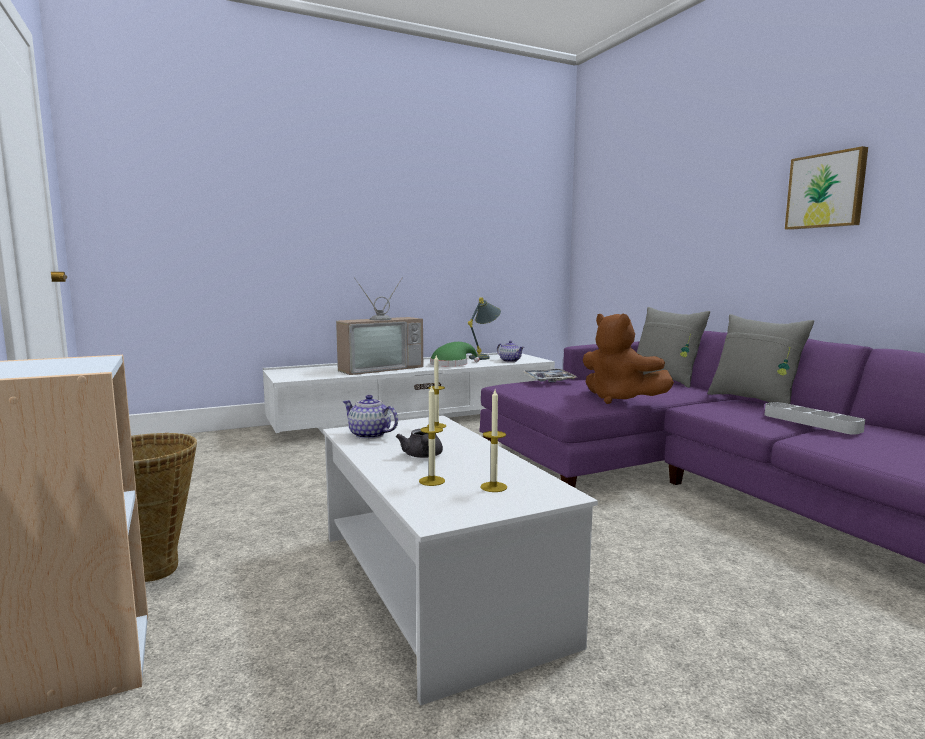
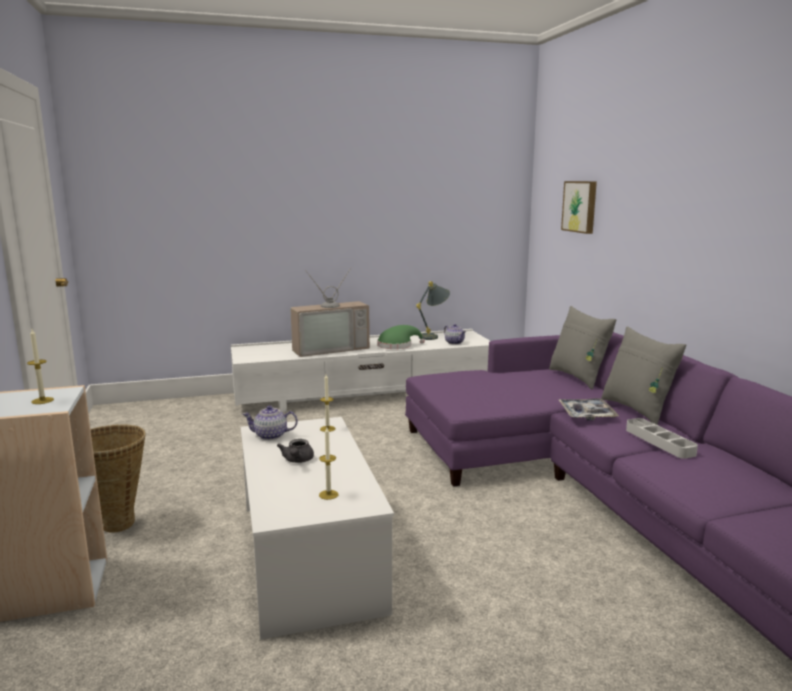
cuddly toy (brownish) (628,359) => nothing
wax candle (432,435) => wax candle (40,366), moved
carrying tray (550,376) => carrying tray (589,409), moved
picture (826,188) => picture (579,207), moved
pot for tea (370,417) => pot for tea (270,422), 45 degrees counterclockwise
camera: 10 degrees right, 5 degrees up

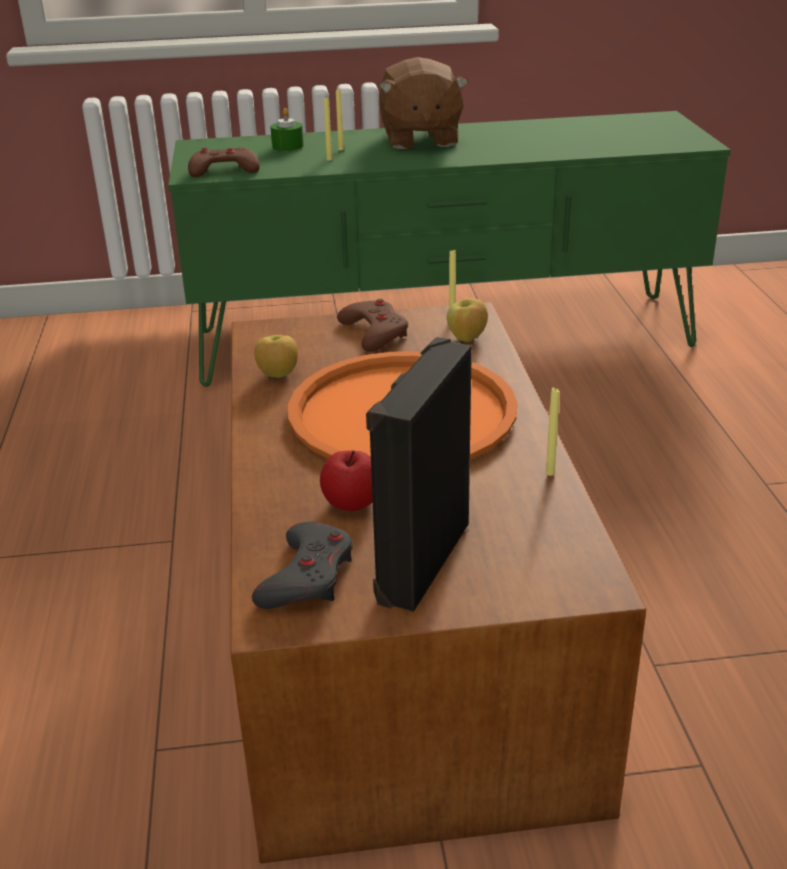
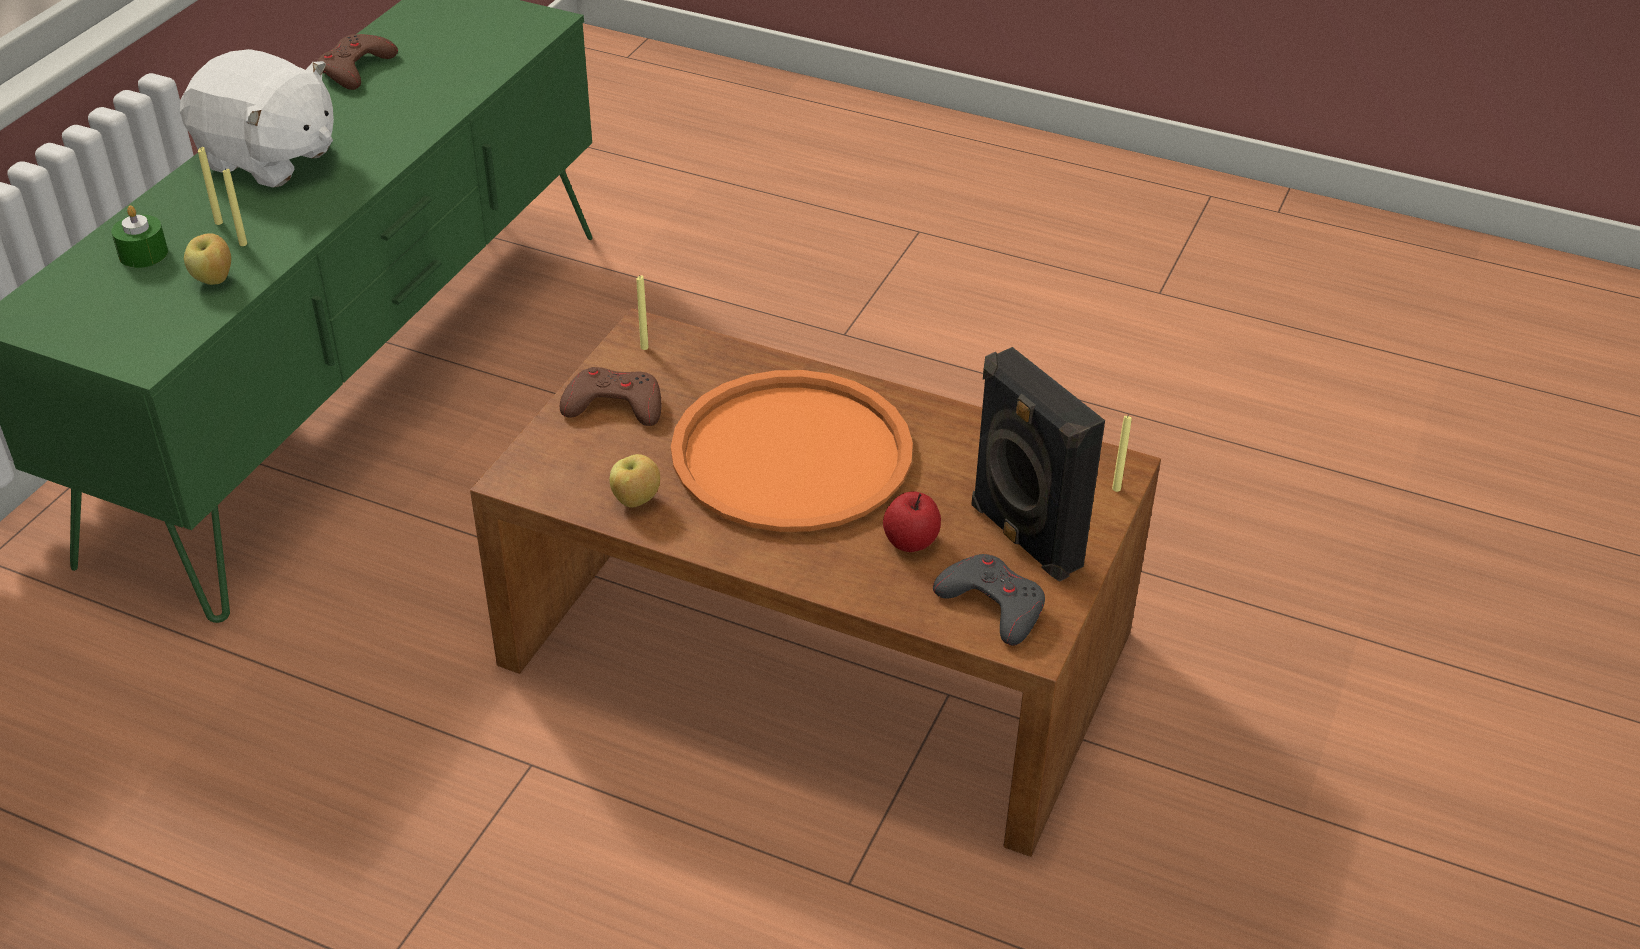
game controller (brownish) (224,162) => game controller (brownish) (358,62), moved
apple fruit (467,320) => apple fruit (207,259), moved
wax candle (yellow-coloured) (552,431) => wax candle (yellow-coloured) (1122,454), moved
cuddly toy (brownish) (424,103) => cuddly toy (whitish) (257,118)
camera: 60 degrees left, 10 degrees up

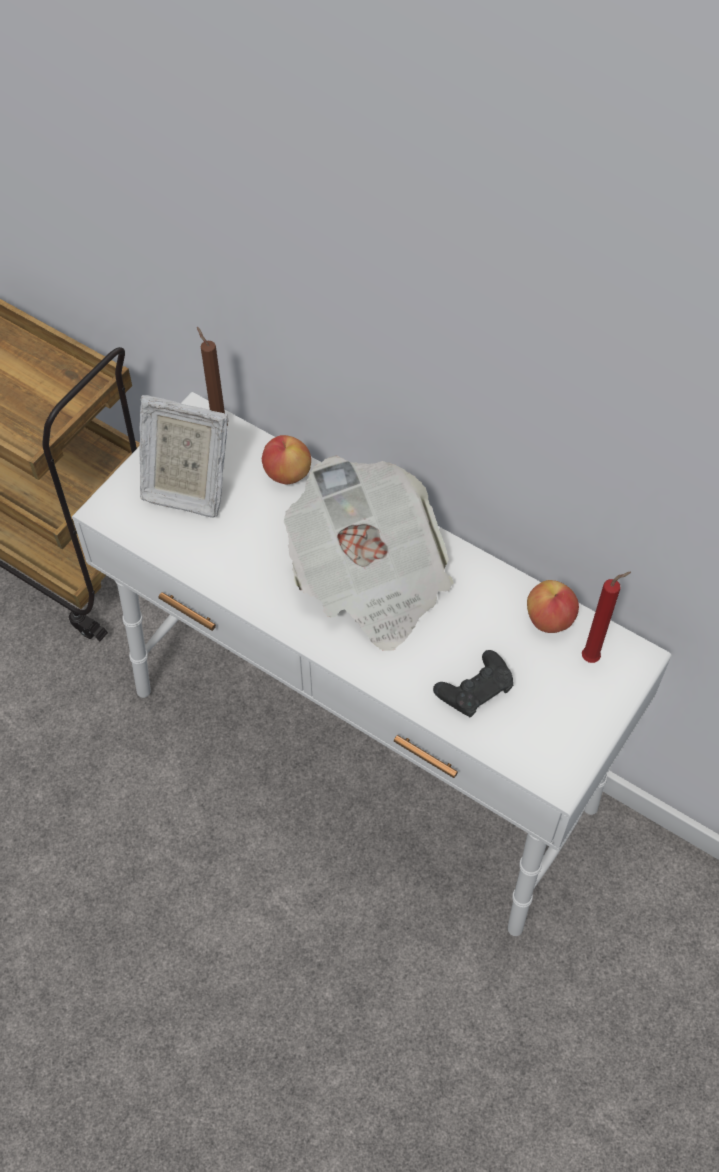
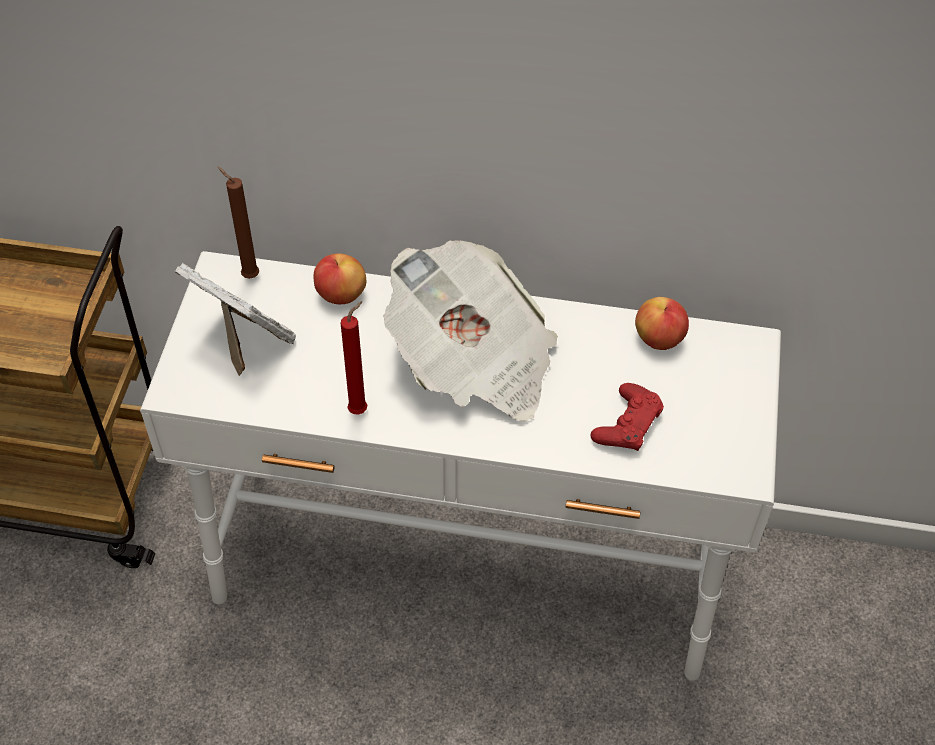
wax candle (red) (606,617) => wax candle (red) (354,358), moved
game controller (blackish) (473,684) => game controller (red) (627,417)
photo frame (184,456) => photo frame (235,319), 135 degrees counterclockwise
camera: 25 degrees left, 5 degrees down

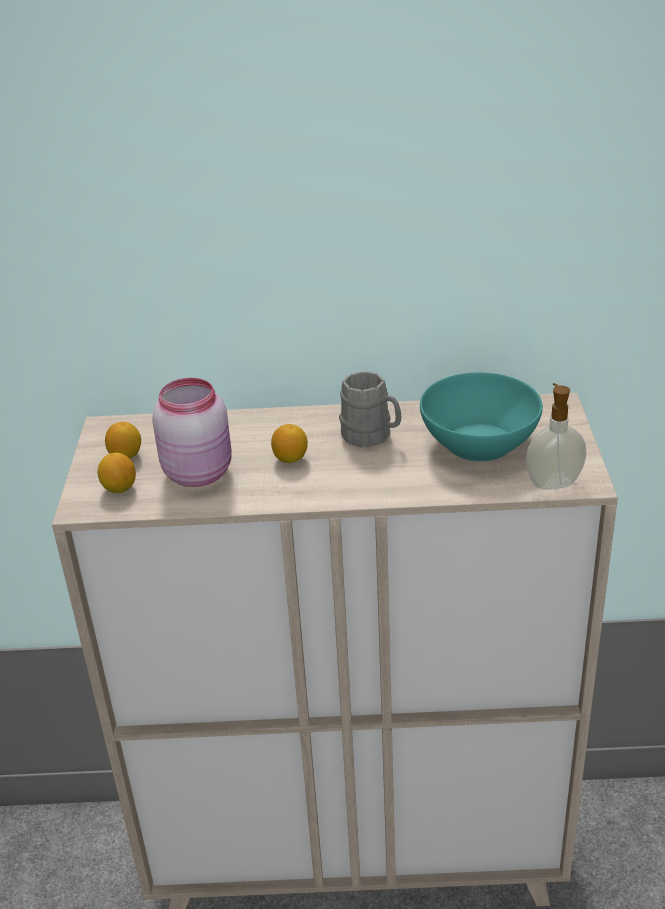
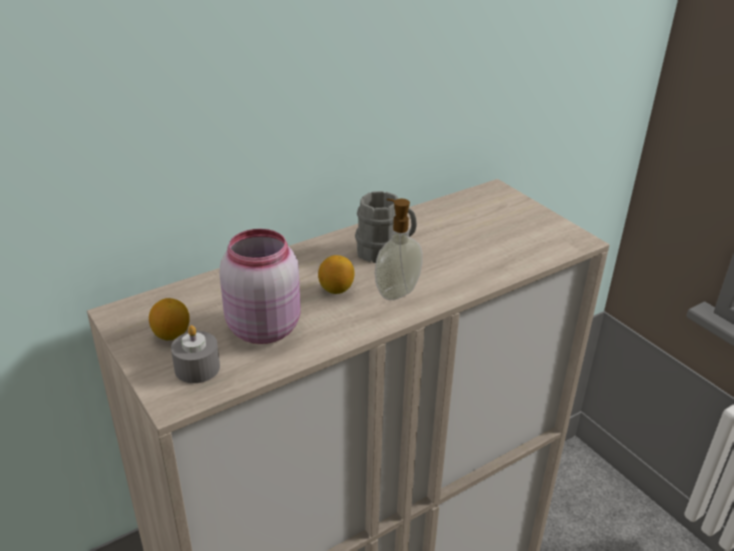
bowl (blue-green) (481,416) => nothing
soap dispenser (556,436) => soap dispenser (399,249), moved
lemon (116,473) => wax candle (grey) (195,354)
camera: 35 degrees left, 0 degrees up

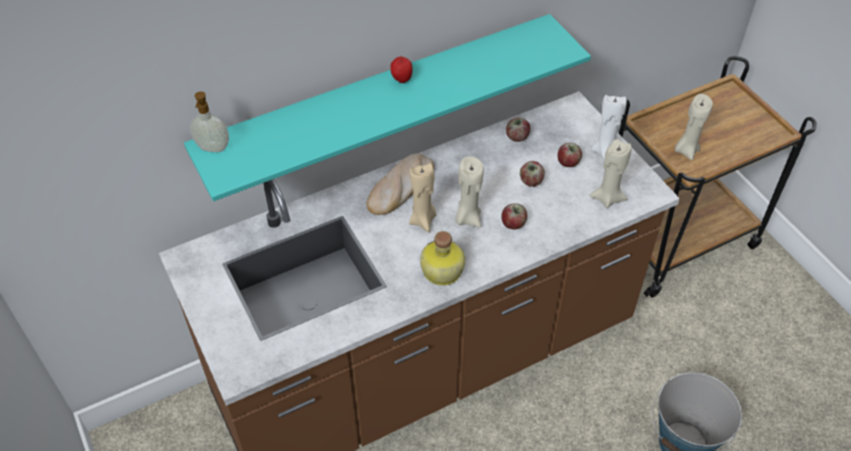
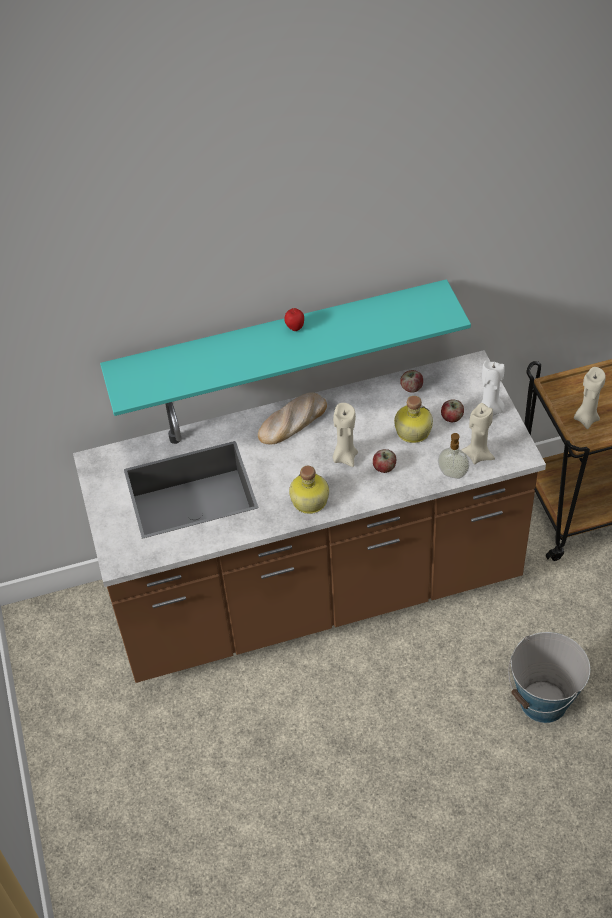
wax candle (beige-coloured) (423,198) => nothing
soap dispenser (209,122) => soap dispenser (453,456), moved
apple fruit (532,174) => bottle (413,419)
camera: 15 degrees right, 0 degrees up

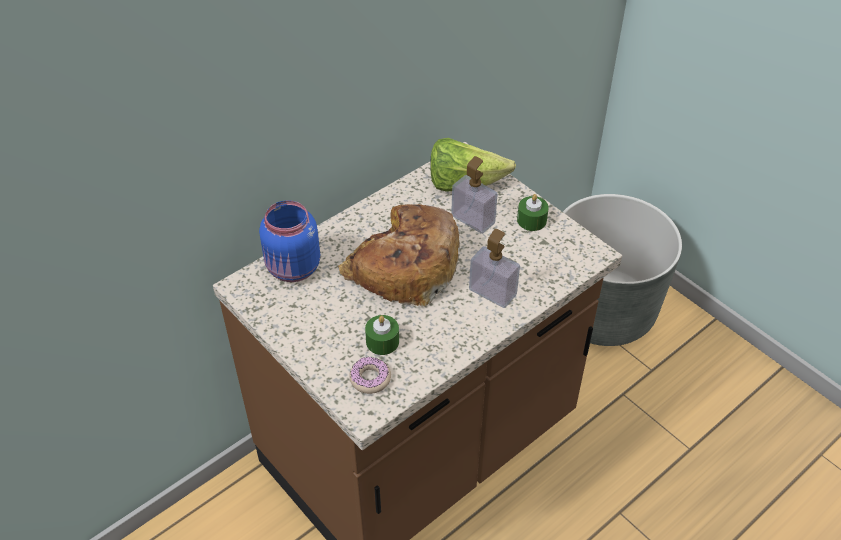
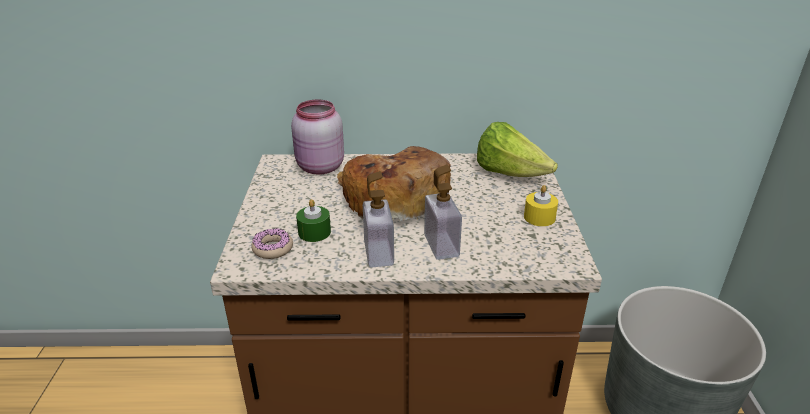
soap dispenser (474,195) => soap dispenser (378,219), moved
storage jar (blue) (289,241) => storage jar (pink) (317,137)
wax candle (green) (533,212) => wax candle (yellow-coloured) (541,205)
camera: 40 degrees right, 15 degrees down

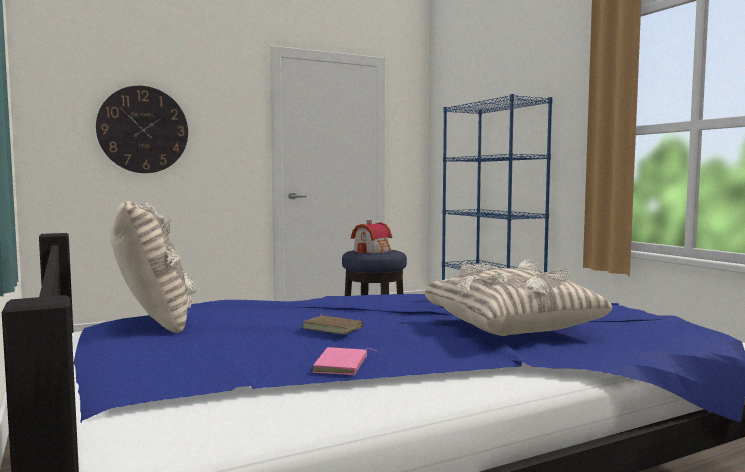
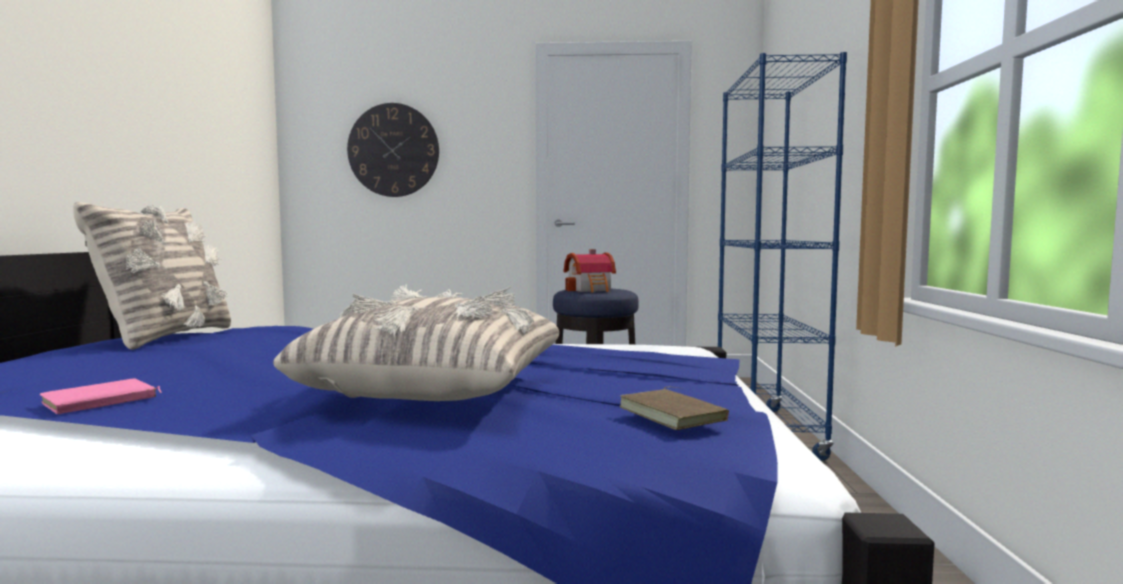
volume (brownish) (332,324) => volume (brownish) (674,408), moved
camera: 30 degrees right, 0 degrees up

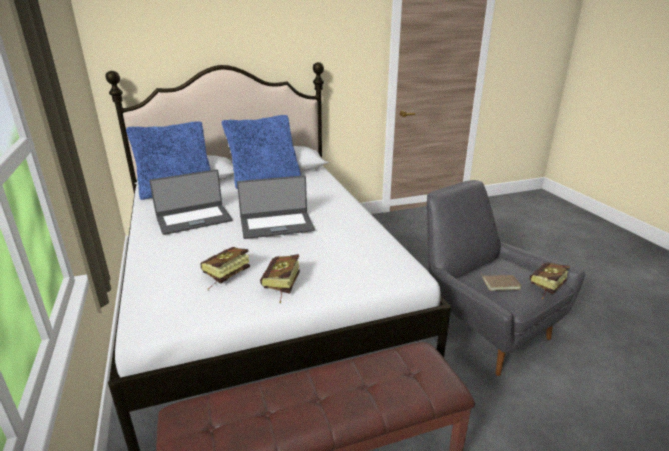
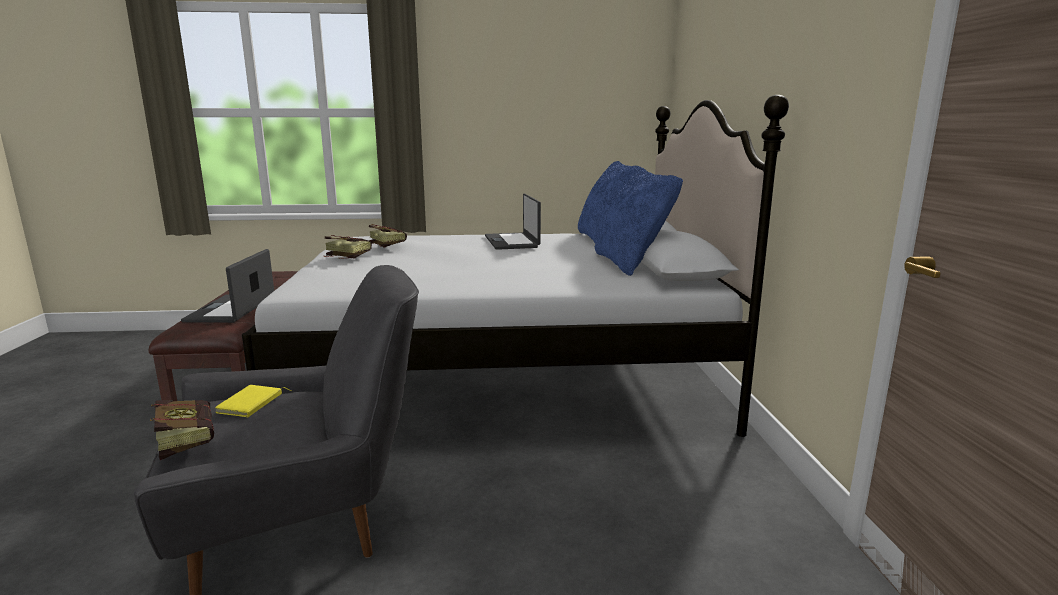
laptop (276,207) => laptop (227,286), moved
volume (brownish) (501,281) => volume (yellow-coloured) (253,401)
camera: 105 degrees right, 10 degrees down

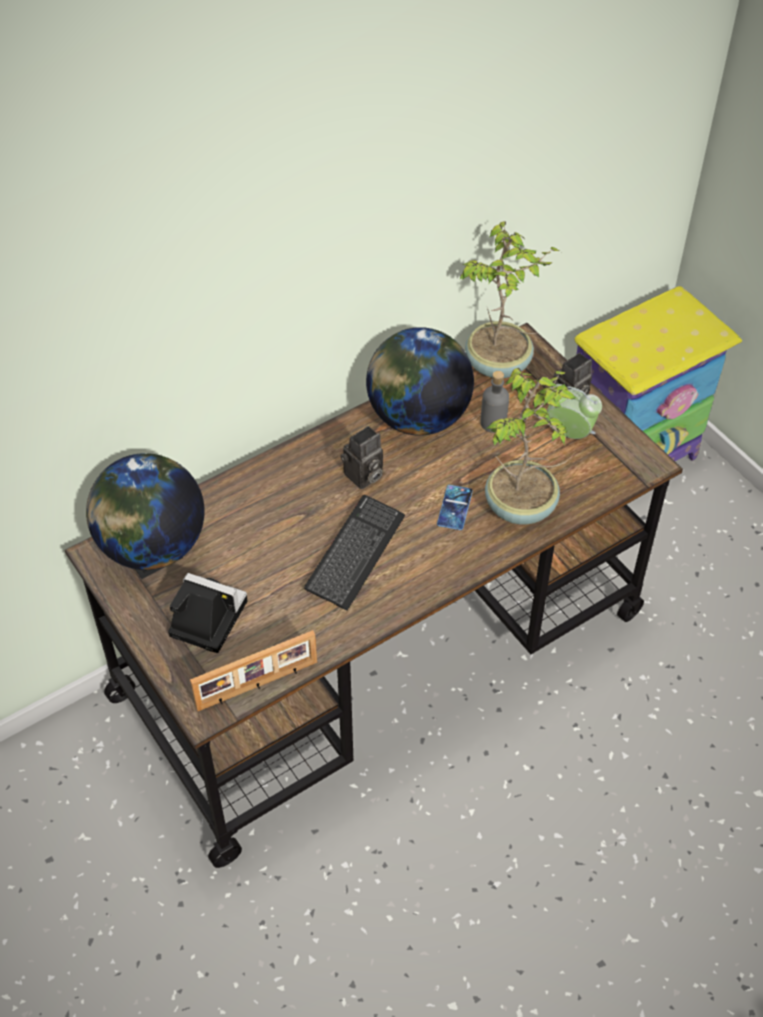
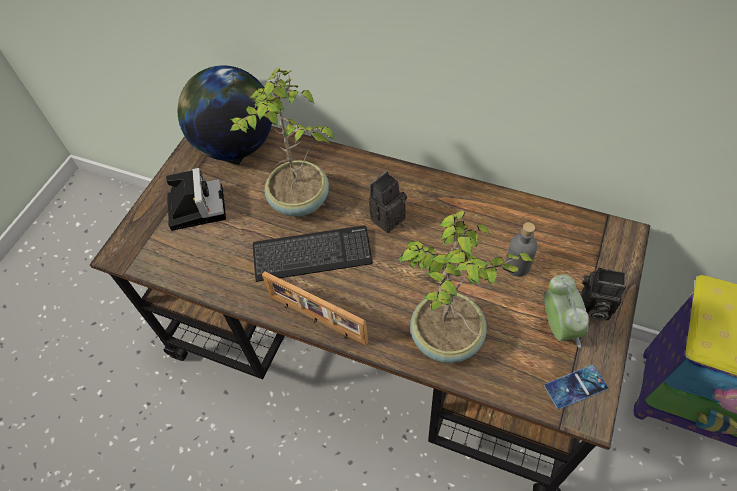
world globe (420,381) => nothing
photo frame (253,670) => photo frame (315,308), moved
telephone (455,507) => telephone (576,387), moved
plant in a pot (510,299) => plant in a pot (282,142), moved
photo camera (361,457) => photo camera (388,202), 120 degrees clockwise
camera: 60 degrees right, 5 degrees up

